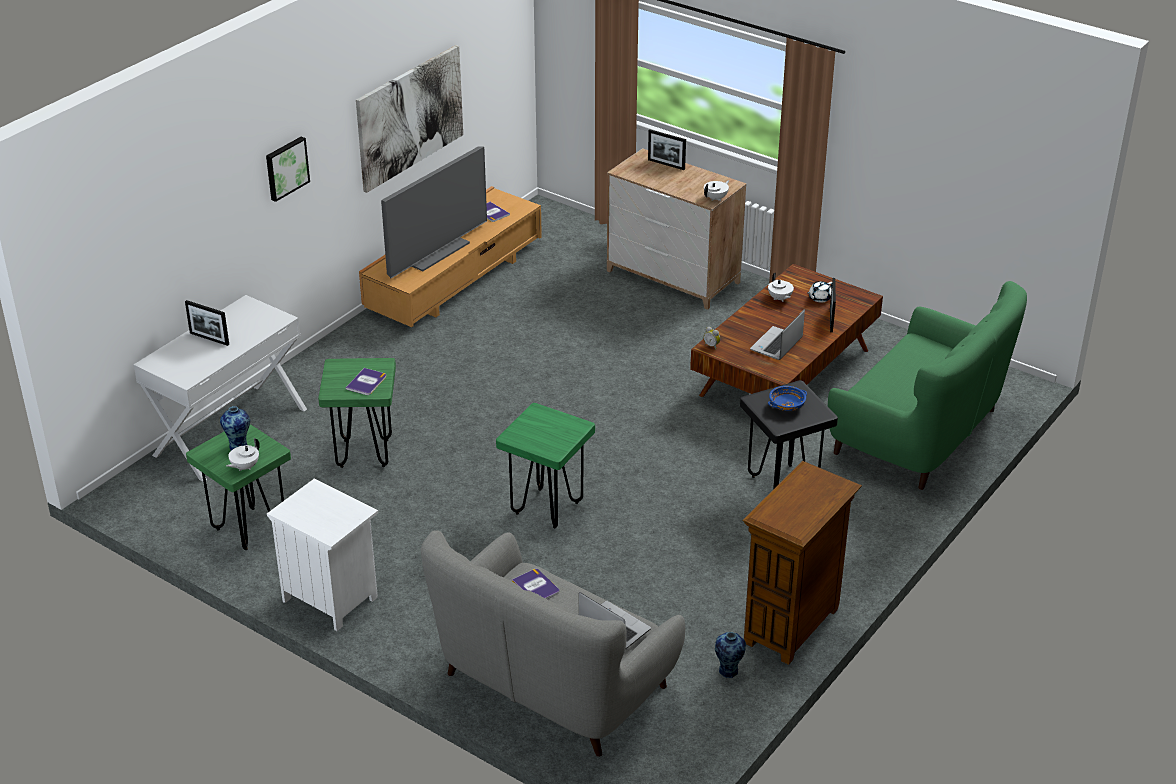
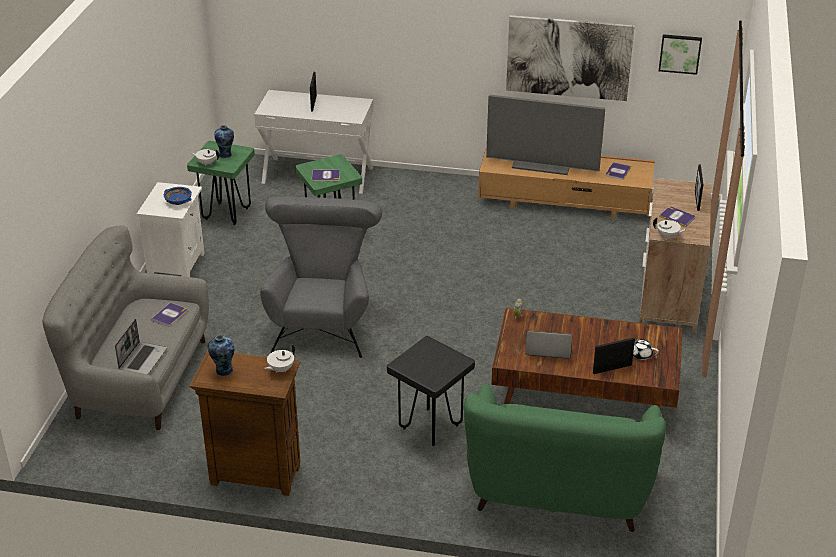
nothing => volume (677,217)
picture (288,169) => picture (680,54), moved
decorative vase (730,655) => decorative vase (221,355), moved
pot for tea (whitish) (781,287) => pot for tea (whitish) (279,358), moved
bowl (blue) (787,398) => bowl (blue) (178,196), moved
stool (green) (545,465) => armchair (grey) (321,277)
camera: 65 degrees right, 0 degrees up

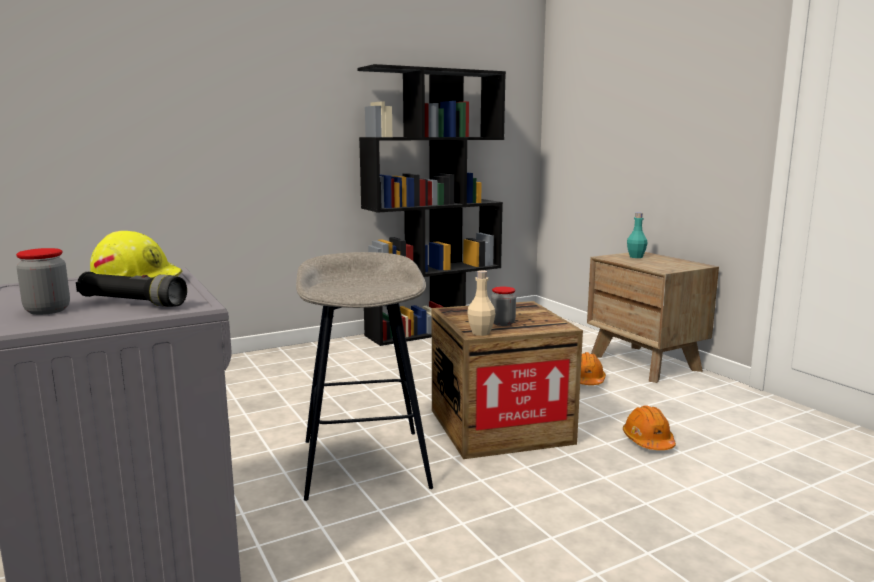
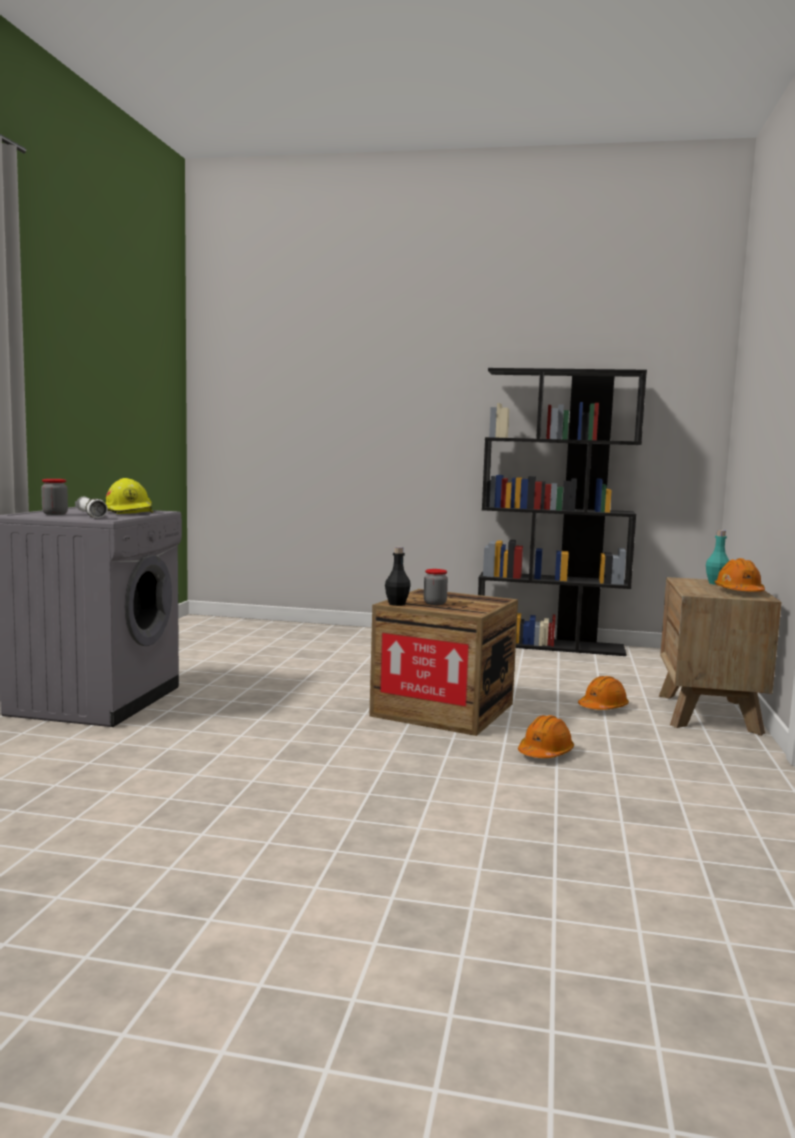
stool (grey) (364,376) => nothing
nothing => safety helmet (orange-coloured) (740,575)
torch (blackish) (131,289) => torch (whitish) (91,507)
bottle (beige-coloured) (481,303) => bottle (blackish) (398,576)
camera: 40 degrees right, 5 degrees down

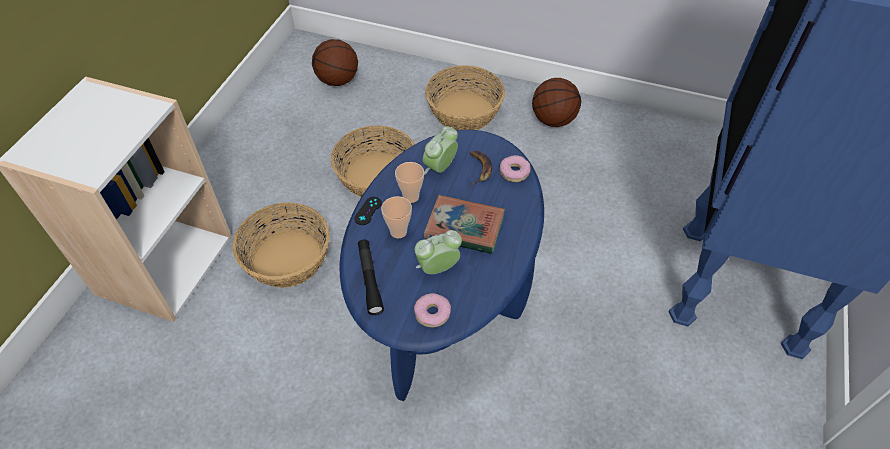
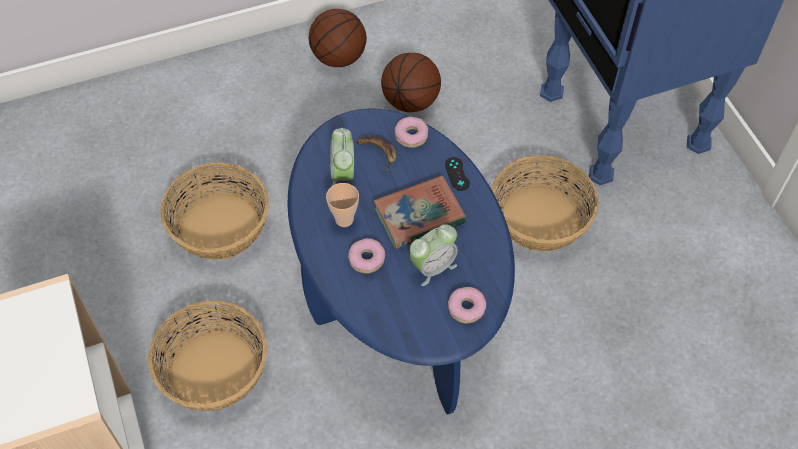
torch (blackish) (371,277) => nothing
ball for basketball (335,62) => ball for basketball (411,82), moved
game controller (blackish) (368,211) => game controller (blackish) (457,174), moved
storage basket (465,97) => storage basket (545,203), moved
drinking cup (396,217) => donut (366,256)
alarm clock (438,252) => alarm clock (434,255), 150 degrees counterclockwise
camera: 40 degrees left, 5 degrees up

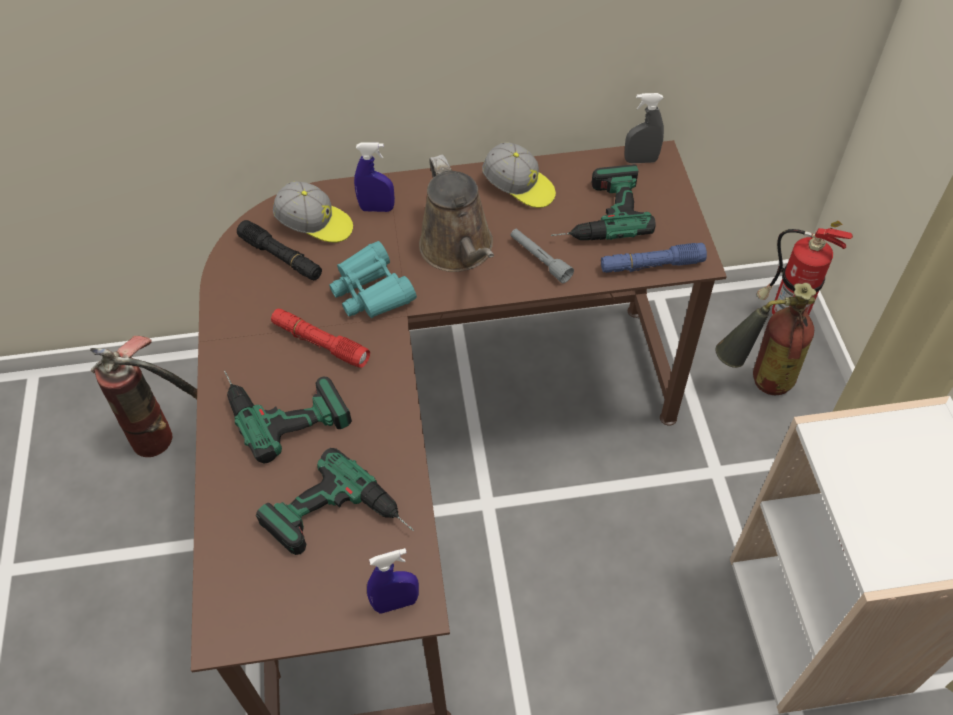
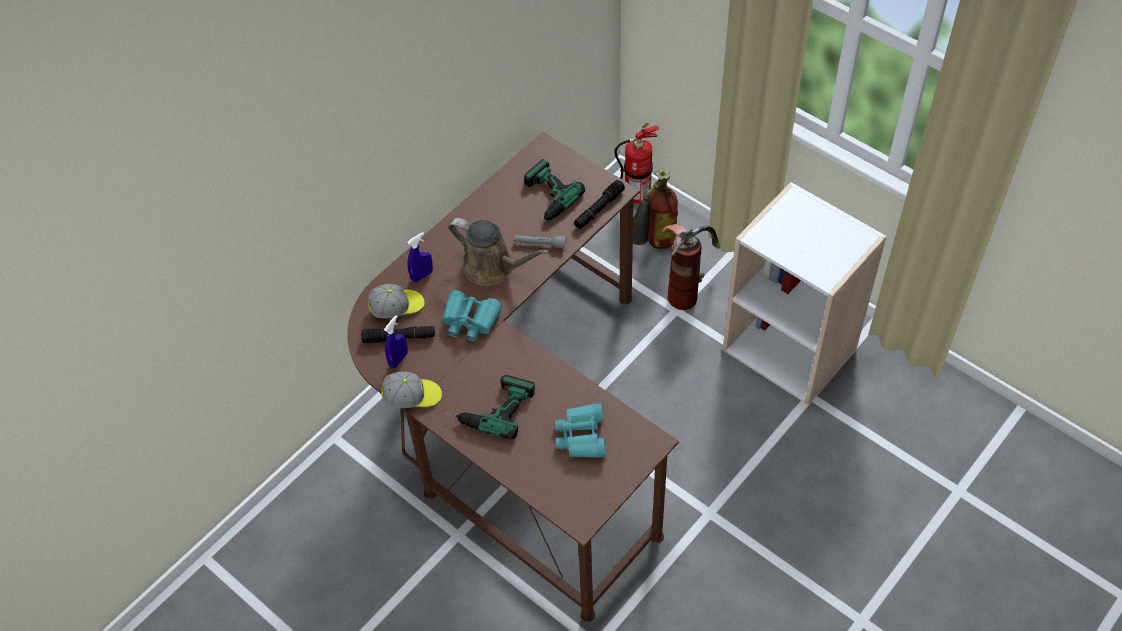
torch (red) (320,338) => nothing
sprayer (grey) (644,128) => nothing
fire extinguisher (143,396) => fire extinguisher (691,267), moved
sprayer (blue) (393,581) => sprayer (blue) (396,341), moved
baseball cap (519,175) => baseball cap (411,389), moved
drill (335,501) => field glasses (blue-green) (580,430)
torch (blue) (654,258) => torch (blackish) (599,204)
camera: 40 degrees left, 0 degrees up

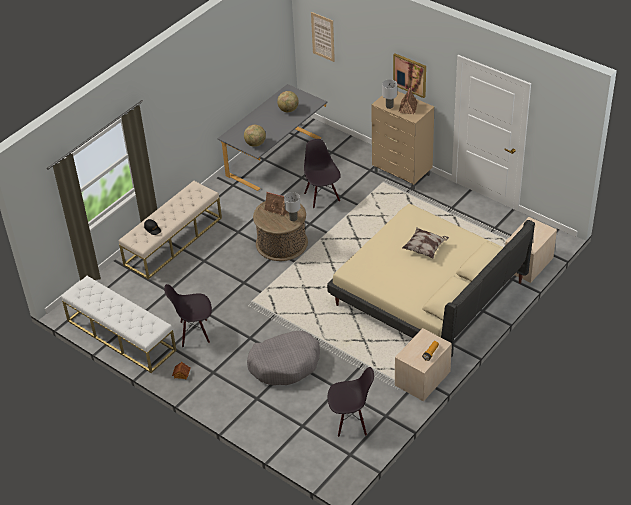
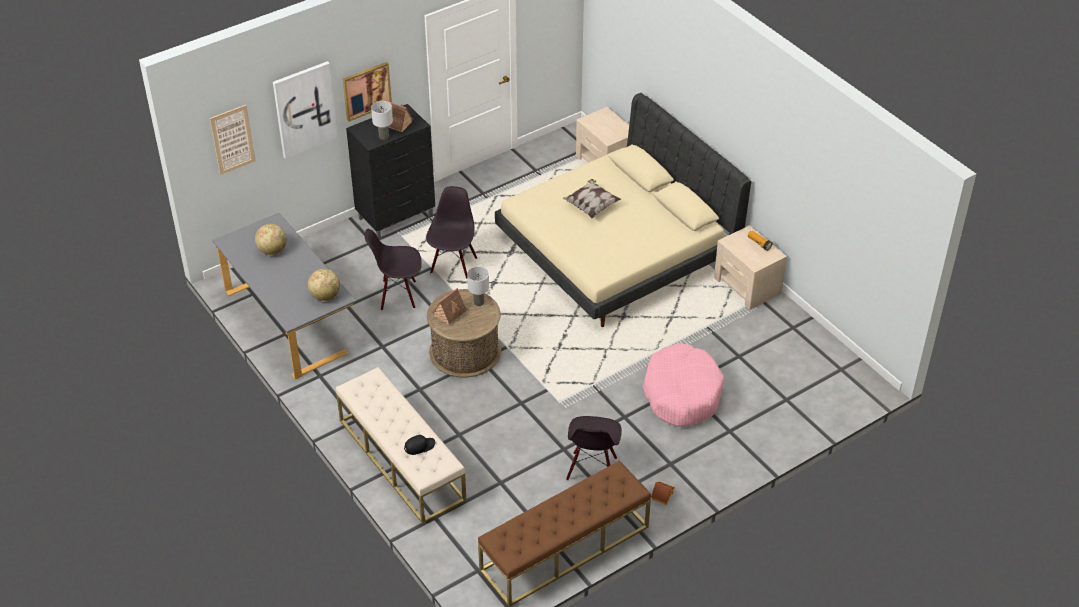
nothing => picture (305,110)
plain chair (blackish) (351,402) => plain chair (blackish) (451,232), moved
bench (whitish) (119,324) => bench (brownish) (564,534)
pet bed (grey) (283,358) => pet bed (pink) (683,385)
drawer chest (beige-coloured) (402,140) => drawer chest (blackish) (390,171)
camera: 75 degrees left, 0 degrees up

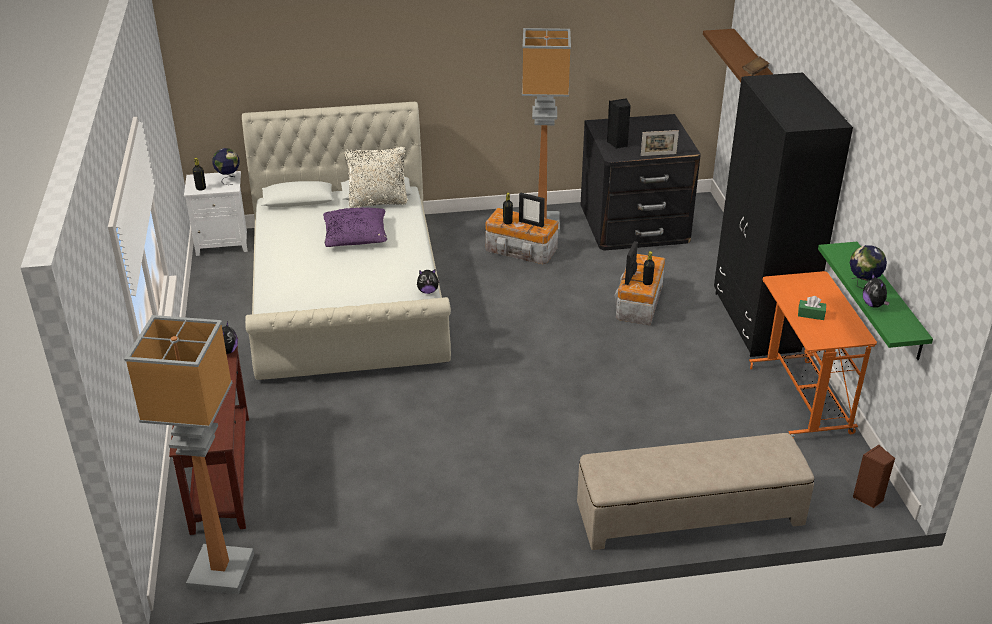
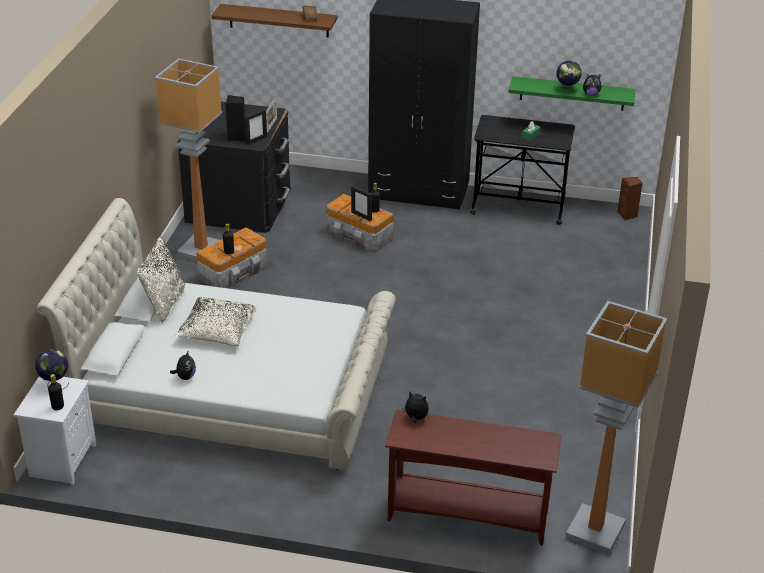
bench (beige-coloured) (695,491) => nothing
cuddly toy (428,282) => cuddly toy (183,365), moved
photo frame (532,210) => photo frame (255,127), moved
throw pillow (purple-coloured) (355,227) => throw pillow (beige-coloured) (216,321)
desk (orange-coloured) (813,355) => desk (blackish) (522,170)
camera: 70 degrees left, 0 degrees up

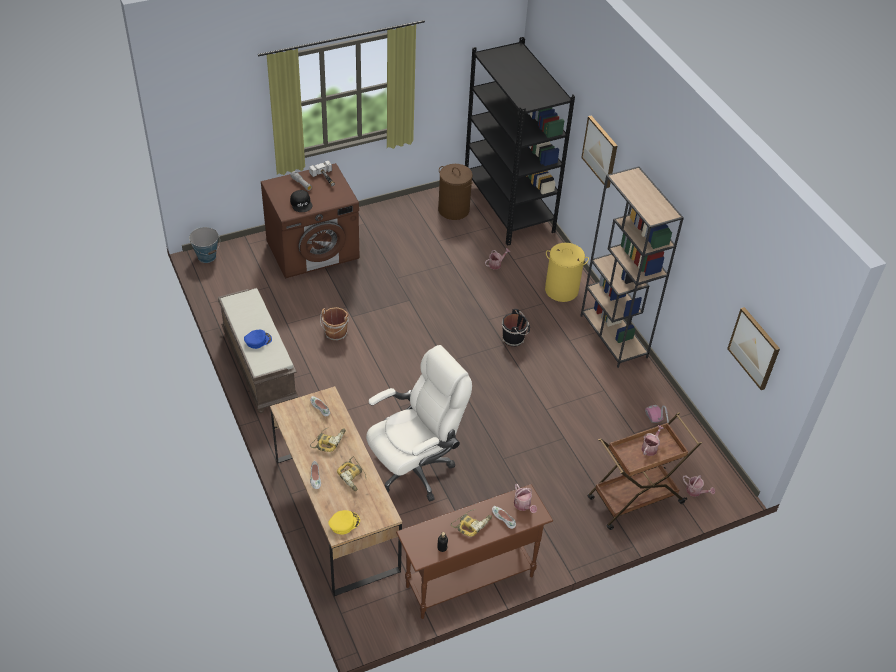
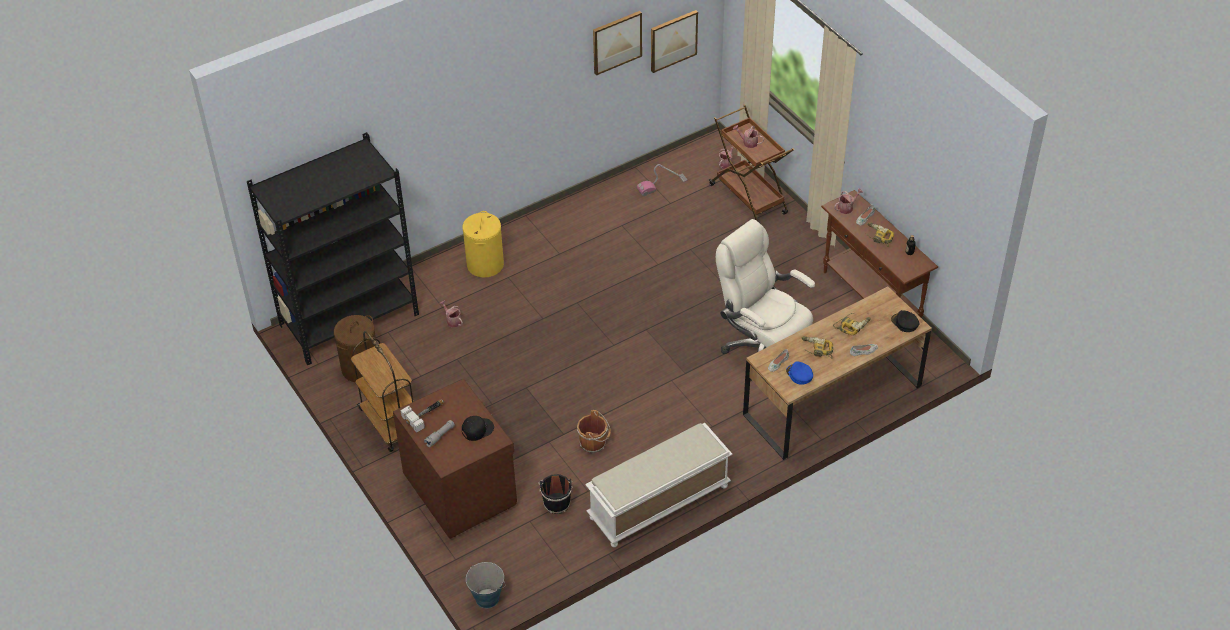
bookcase (632,267) => nothing
nothing => cart (brownish) (382,391)
baseball cap (blue) (258,339) => baseball cap (blue) (799,373), moved
pail (blackish) (516,327) => pail (blackish) (555,494), moved
picture (599,151) => picture (617,43), moved
bench (brownish) (257,350) => bench (whitish) (658,485)
baseball cap (yellow-coloured) (344,522) => baseball cap (blackish) (905,321)
camera: 95 degrees left, 0 degrees up

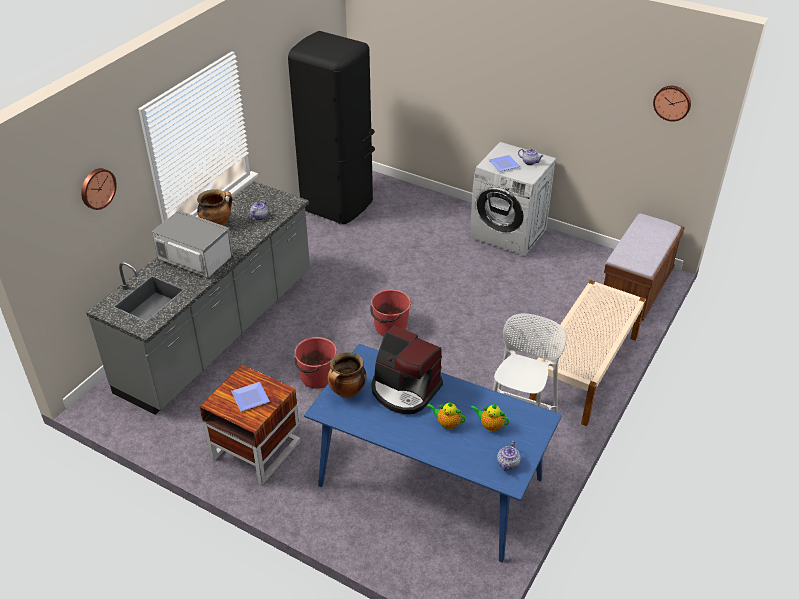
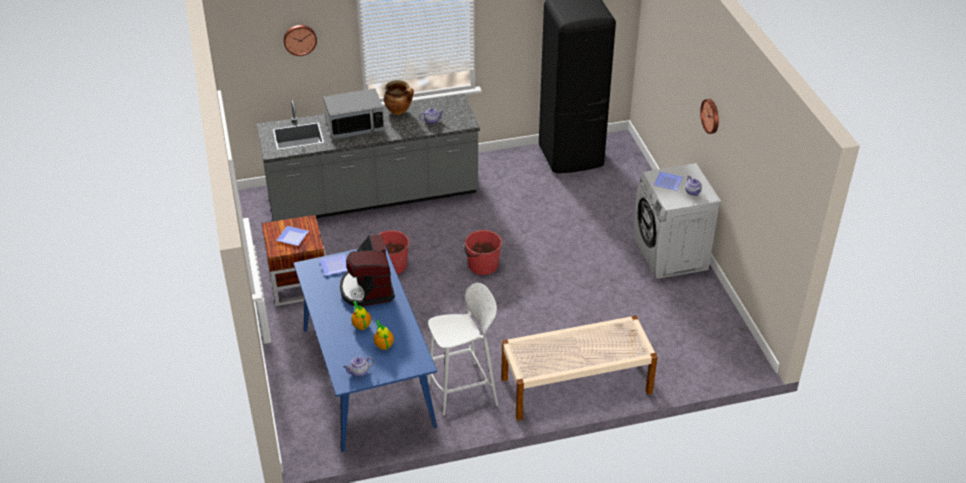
bench (brownish) (643,267) => nothing
wall clock (672,104) => wall clock (709,116), moved
cooking pot (347,375) => flat dish (333,265)
kitchen microwave (192,244) => kitchen microwave (354,113), 90 degrees clockwise
camera: 45 degrees right, 0 degrees up

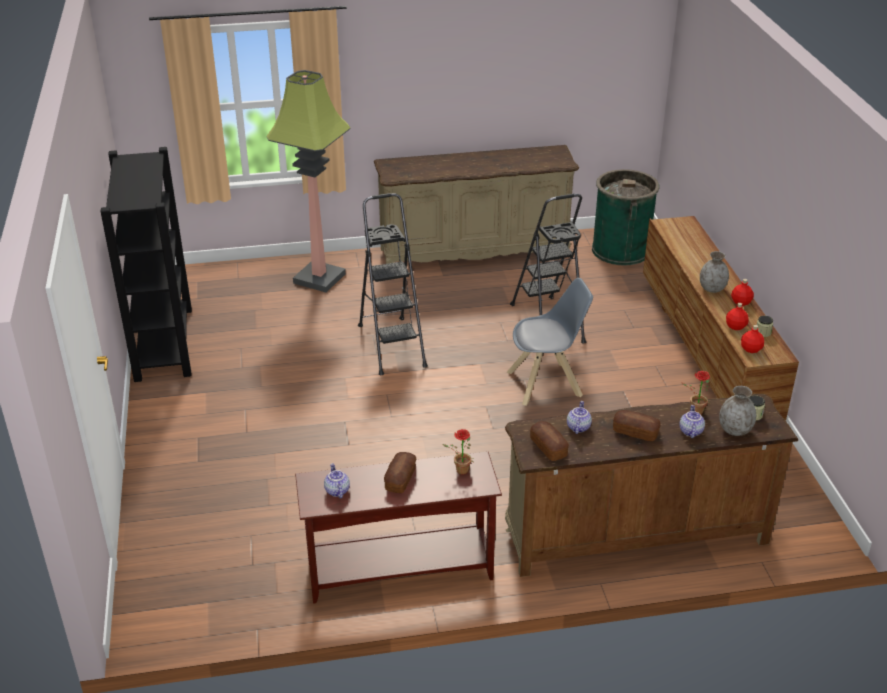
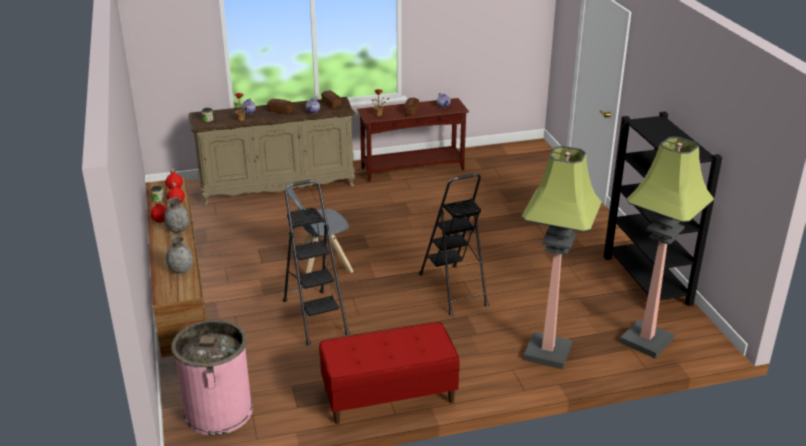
nothing => standard lamp (667,247)
decorative vase (grey) (737,411) => decorative vase (grey) (179,254), moved
cupboard (beige-coloured) (476,204) => bench (red) (389,373)
rubbish bin (green) (626,217) => rubbish bin (pink) (212,377)
camera: 175 degrees right, 5 degrees down

